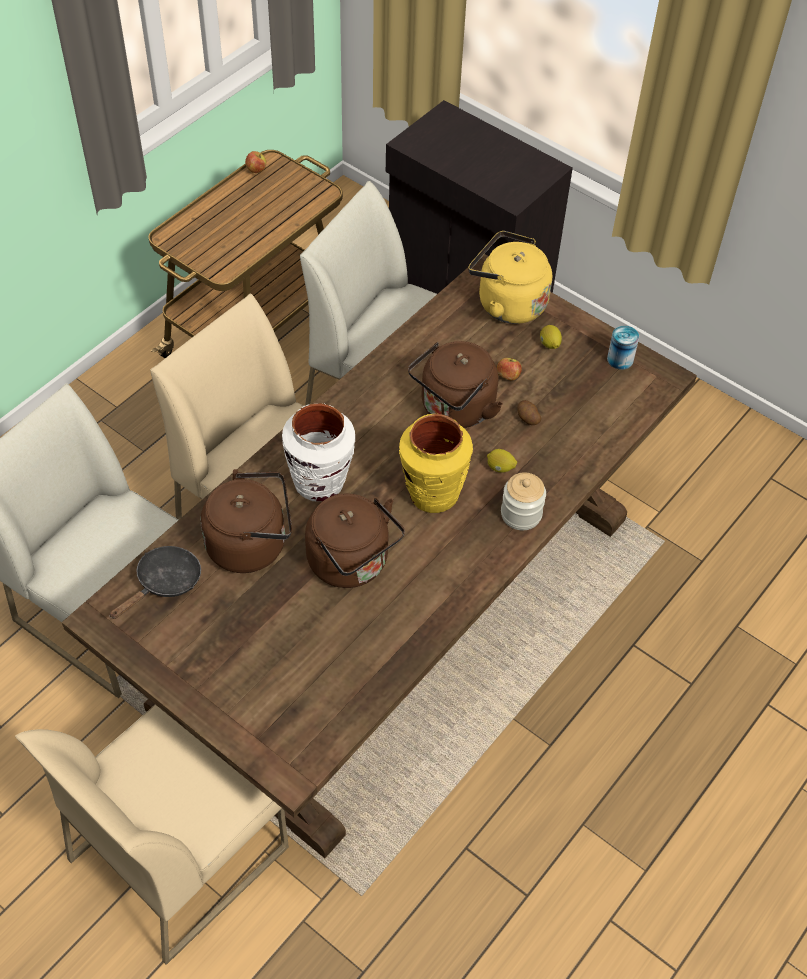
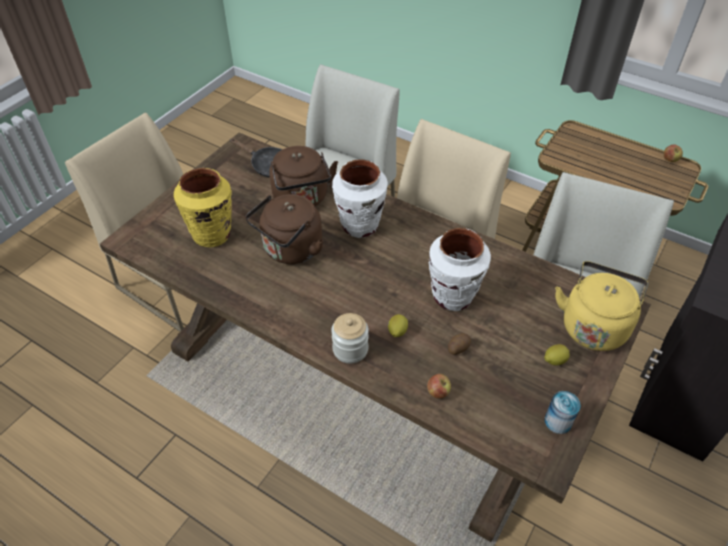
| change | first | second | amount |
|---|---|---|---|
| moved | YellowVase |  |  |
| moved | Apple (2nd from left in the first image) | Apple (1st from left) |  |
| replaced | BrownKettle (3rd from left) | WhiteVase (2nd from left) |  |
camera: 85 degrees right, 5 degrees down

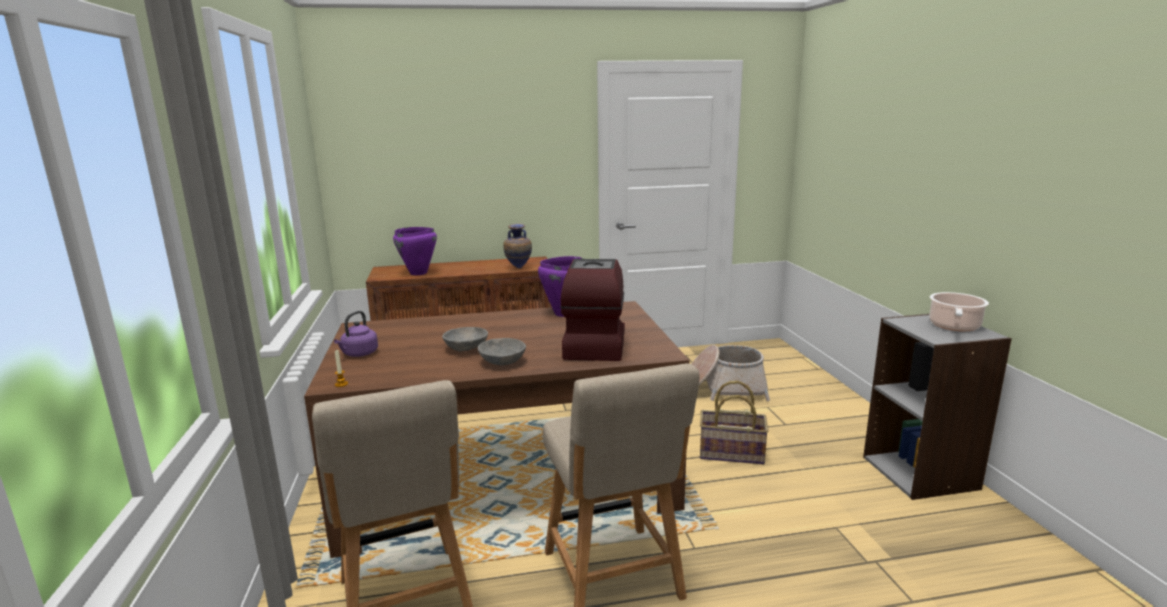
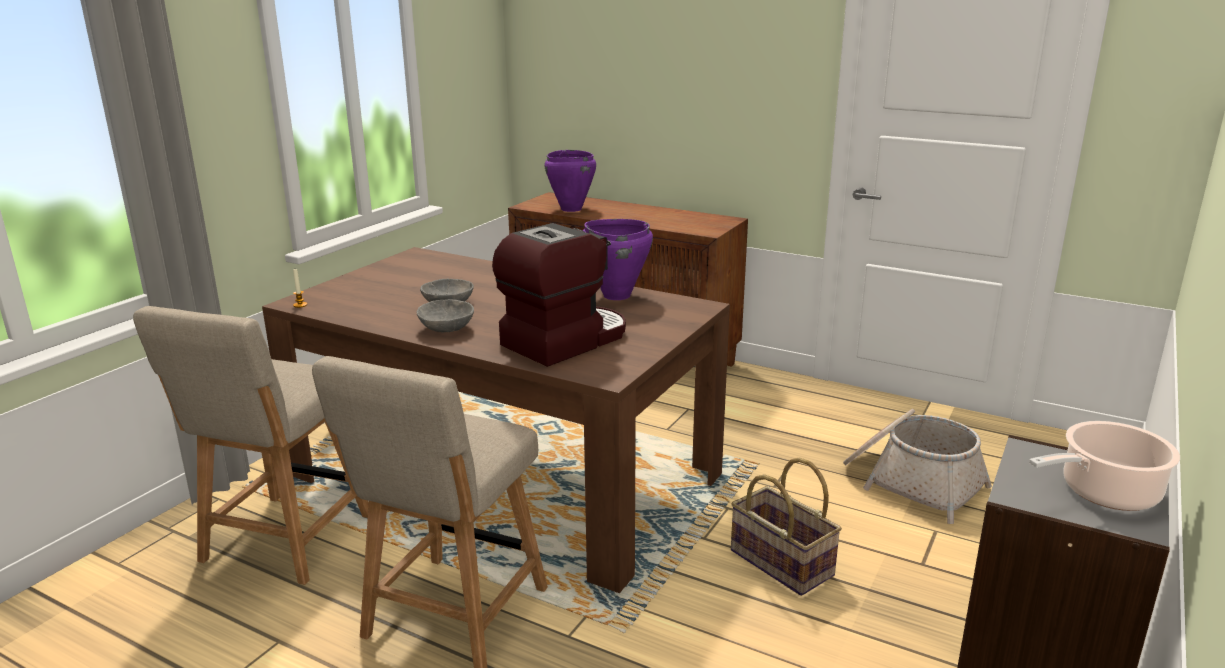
| change | first | second | amount |
|---|---|---|---|
| removed | PurpleKettle |  |  |
| removed | Vase |  |  |
camera: 40 degrees right, 5 degrees up

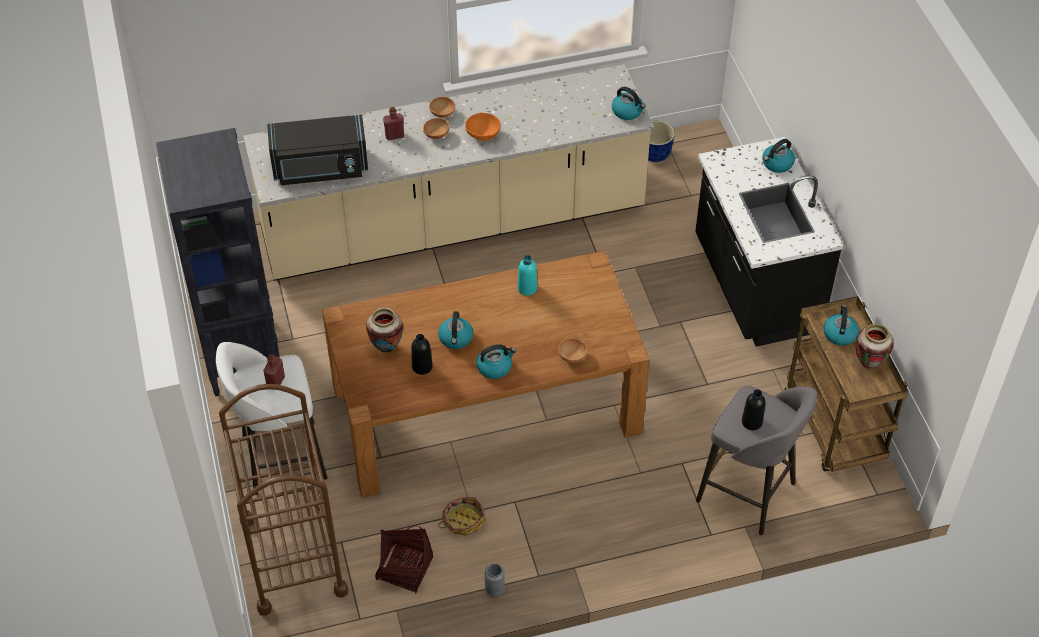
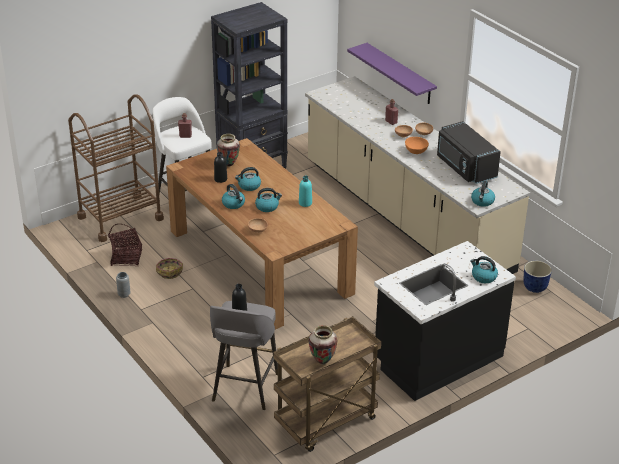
| change | first | second | amount |
|---|---|---|---|
| added |  | PurpleShelf |  |
| moved | BlackMicrowave |  |  |
| moved | Kettle (5th from left in the first image) | Kettle (3rd from left) |  |
camera: 70 degrees right, 15 degrees down

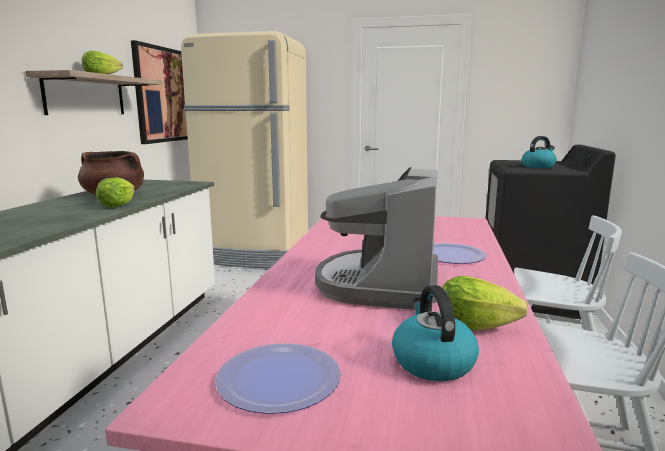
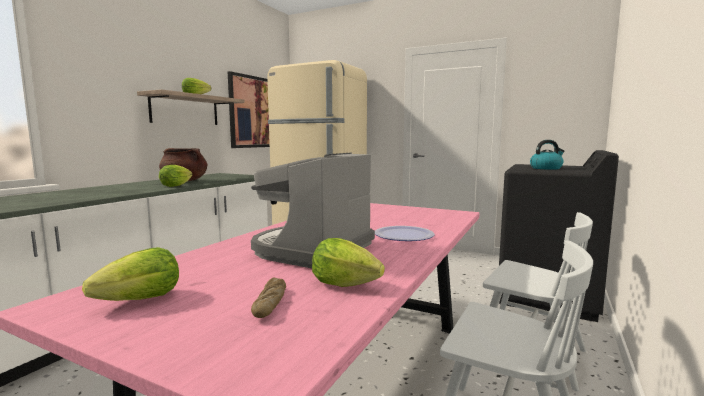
| change | first | second | amount |
|---|---|---|---|
| replaced | Plate (1st from left) | Lettuce (1st from left) |  |
| replaced | Kettle (1st from left) | Bread |  |
camera: 15 degrees right, 5 degrees down

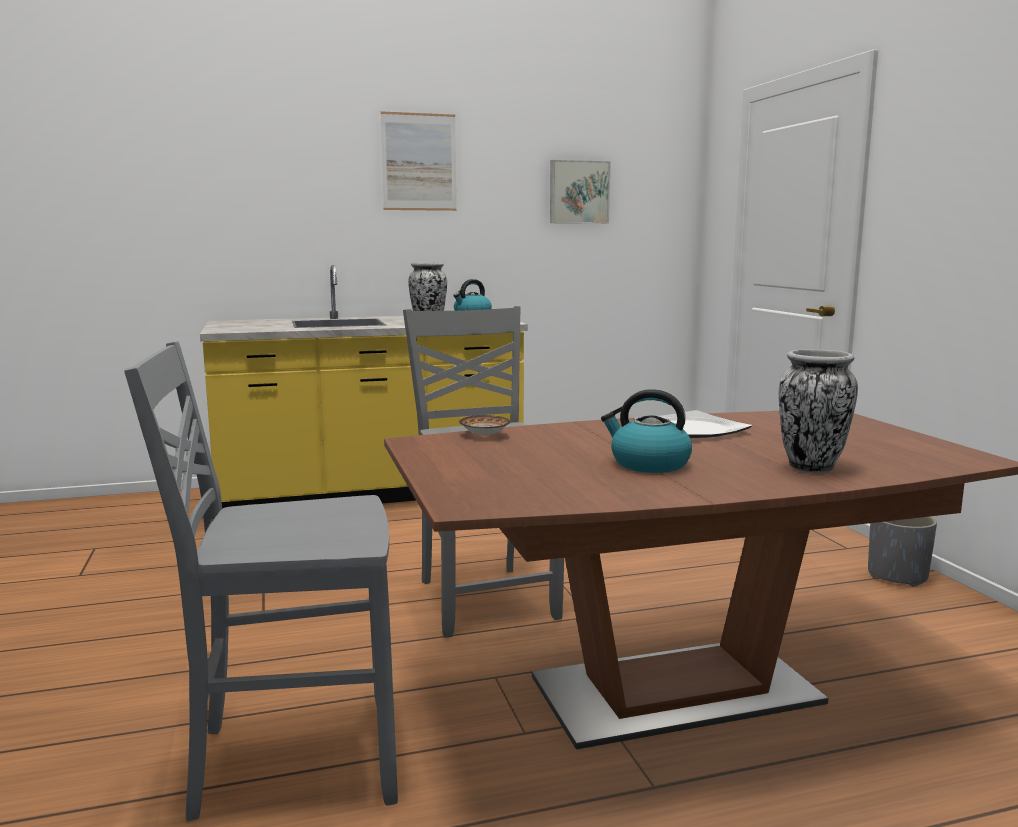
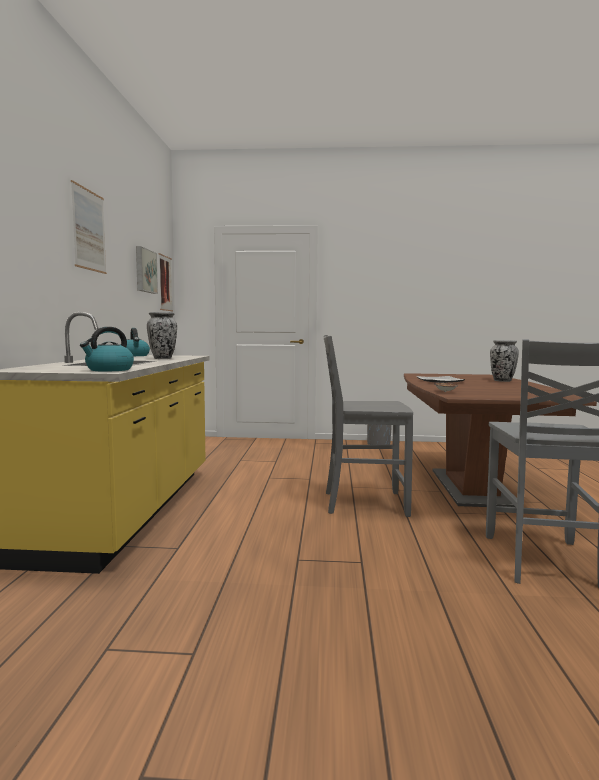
| change | first | second | amount |
|---|---|---|---|
| added |  | Picture (3rd from left) |  |
| moved | Kettle (2nd from left in the first image) | Kettle (1st from left) |  |
camera: 70 degrees left, 5 degrees down

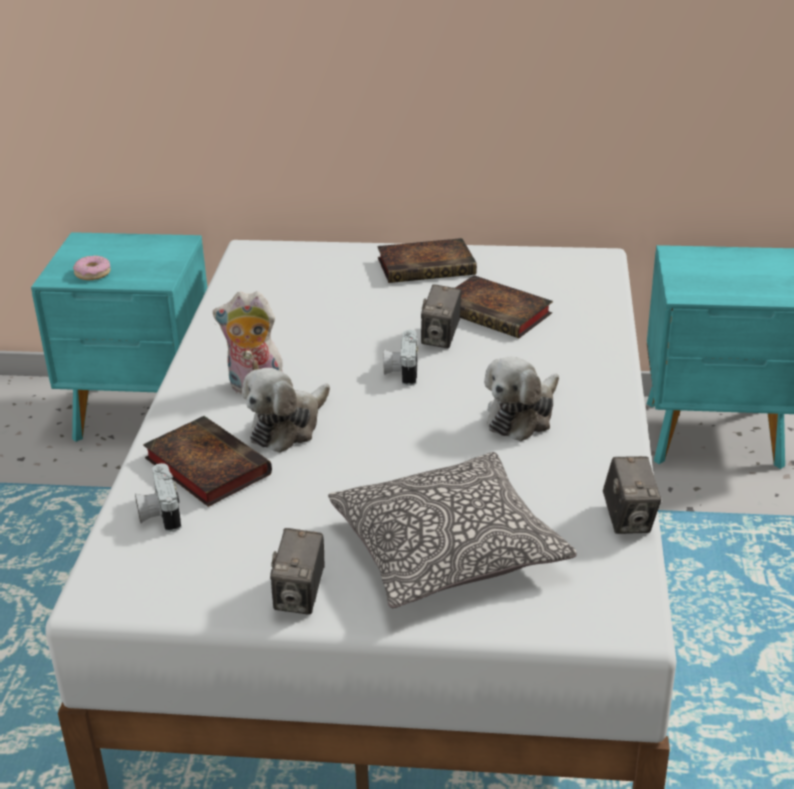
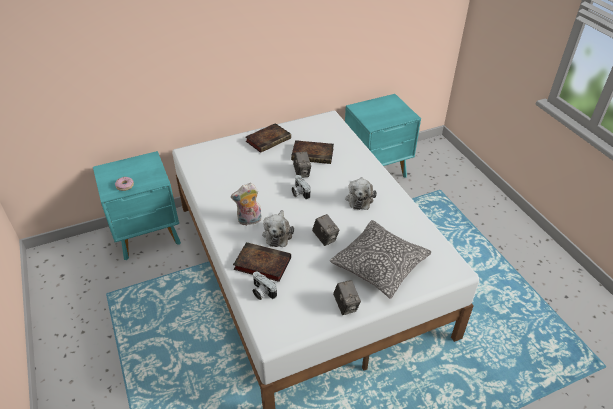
| change | first | second | amount |
|---|---|---|---|
| moved | PhotoCamera (5th from left in the first image) | PhotoCamera (4th from left) |  |
camera: 30 degrees left, 10 degrees up

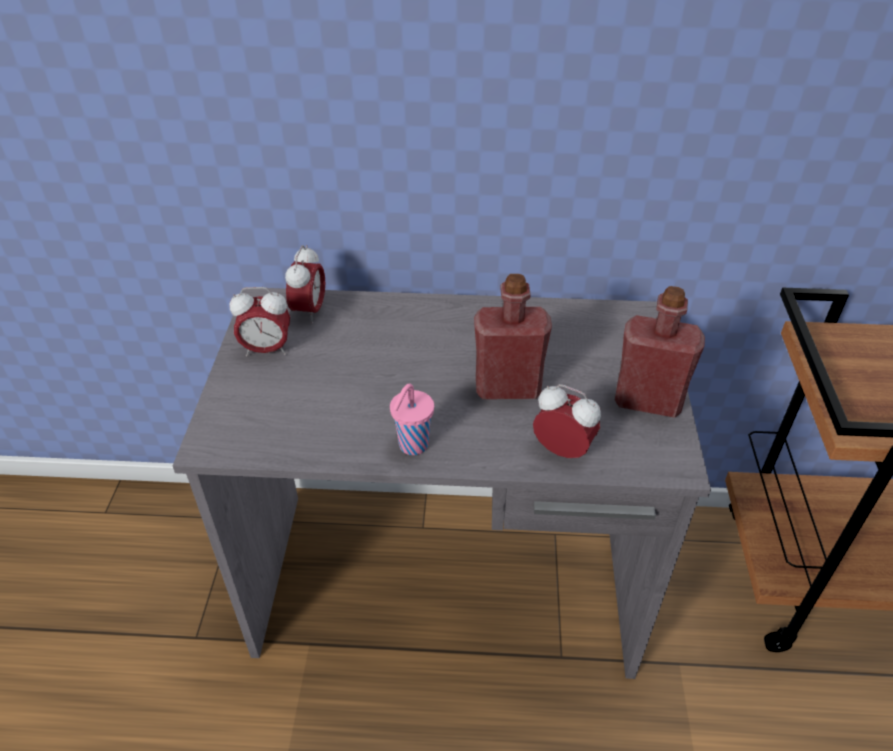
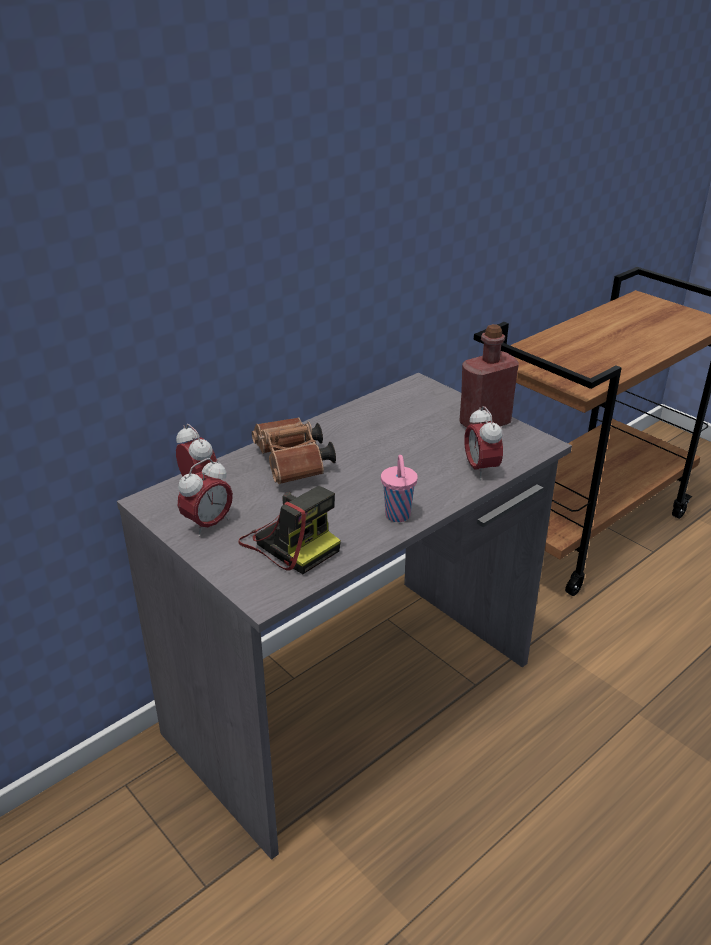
| change | first | second | amount |
|---|---|---|---|
| removed | RedBottle (1st from left) |  |  |
| added |  | PhotoCamera |  |
| added |  | BrownBinoculars |  |
| turned | AlarmClock (3rd from left) |  | 90 degrees counterclockwise |
camera: 45 degrees left, 10 degrees down

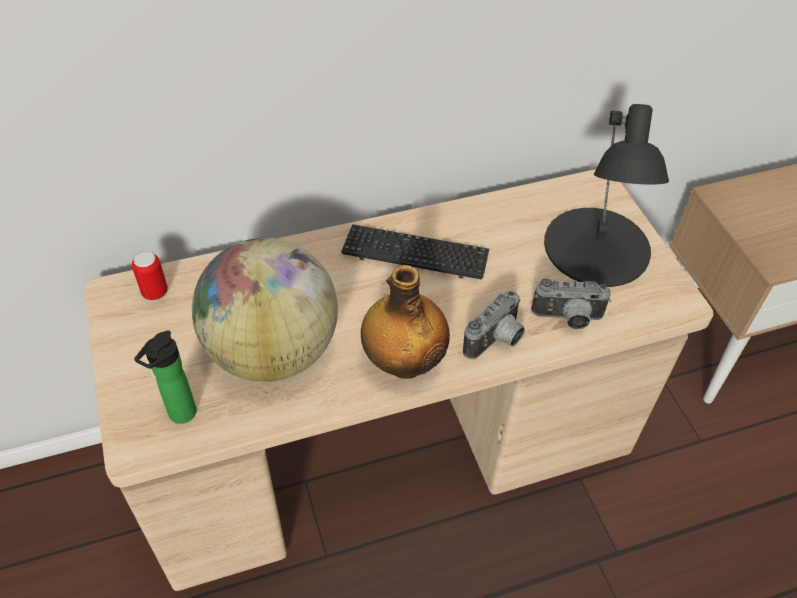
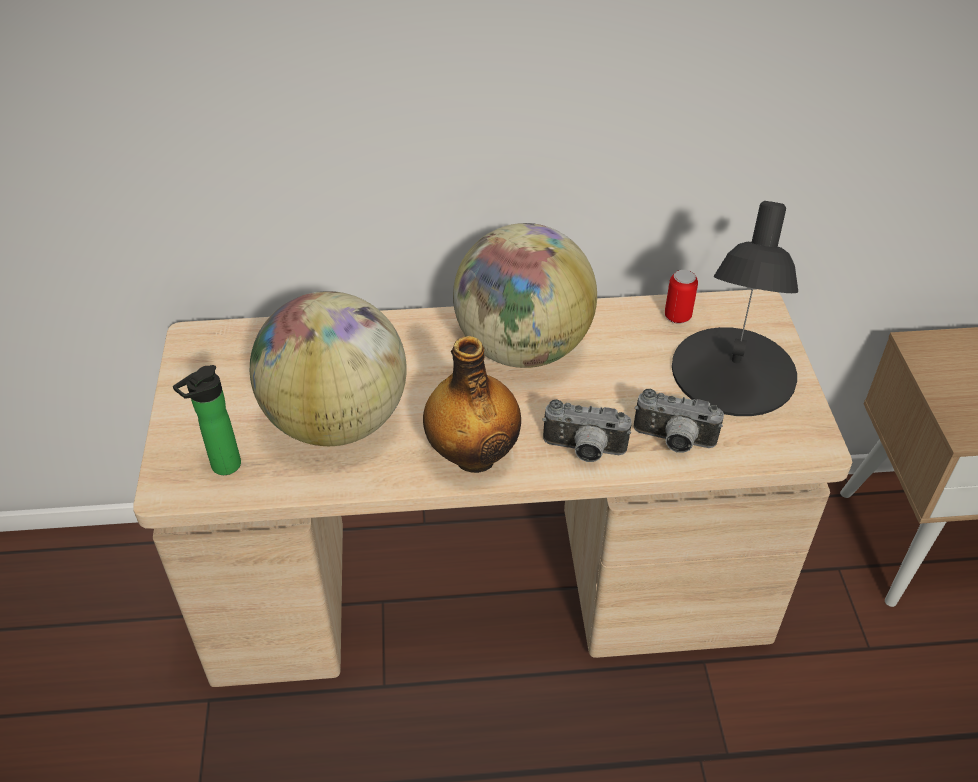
| change | first | second | amount |
|---|---|---|---|
| moved | Can |  |  |
| replaced | Keyboard | Globe (2nd from left) |  |
| turned | PhotoCamera (1st from left) |  | 45 degrees clockwise |
camera: 15 degrees right, 5 degrees down

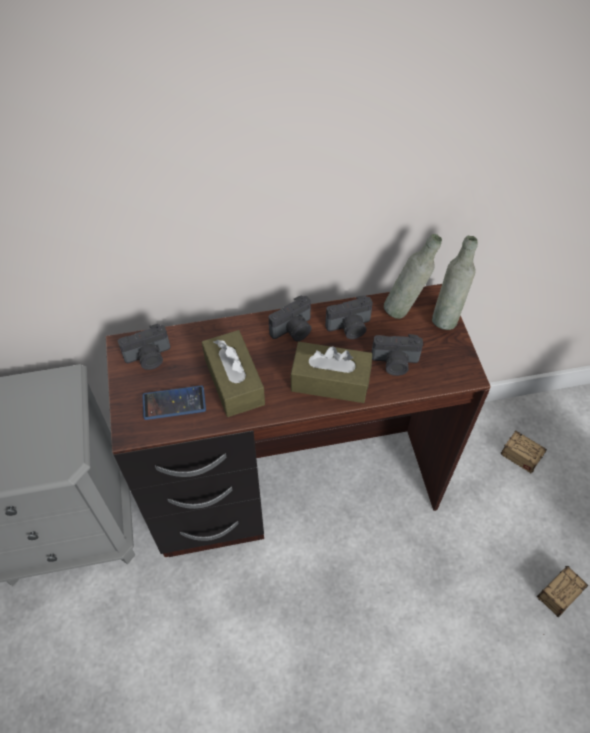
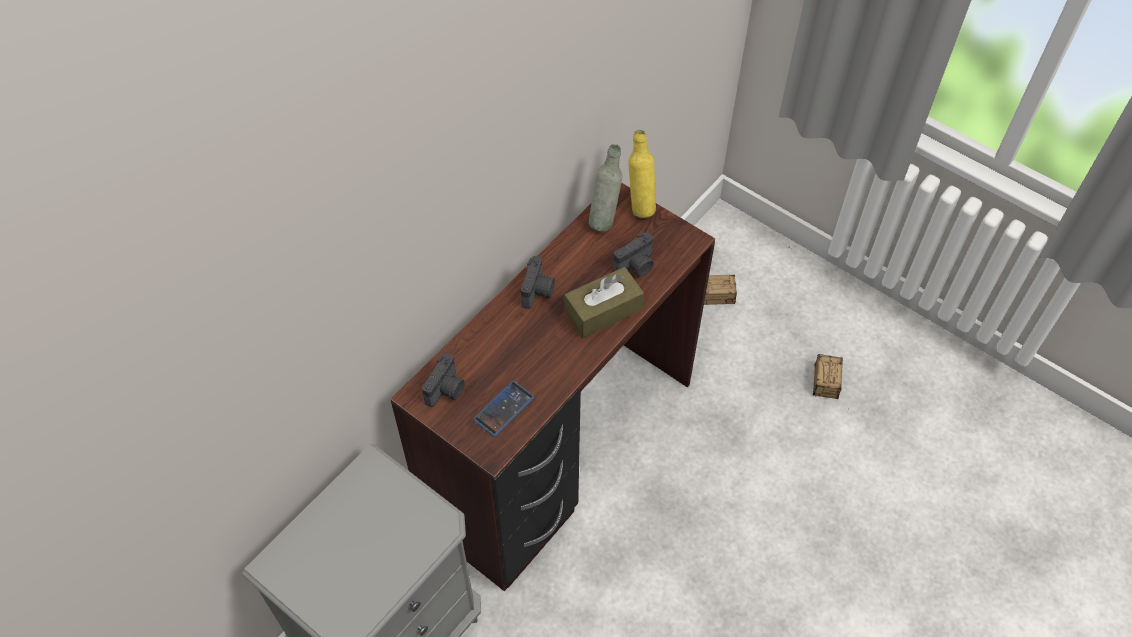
| change | first | second | amount |
|---|---|---|---|
| removed | BrownTissueBox (1st from left) |  |  |
| removed | PhotoCamera (3rd from left) |  |  |
| recoloured | GreyBottle (2nd from left) | YellowBottle |  |
camera: 40 degrees left, 0 degrees up

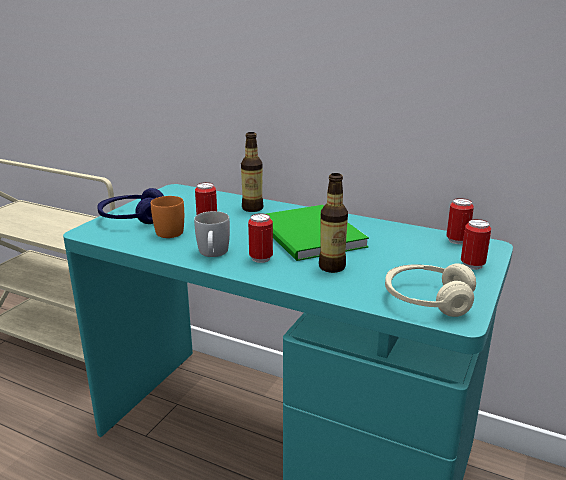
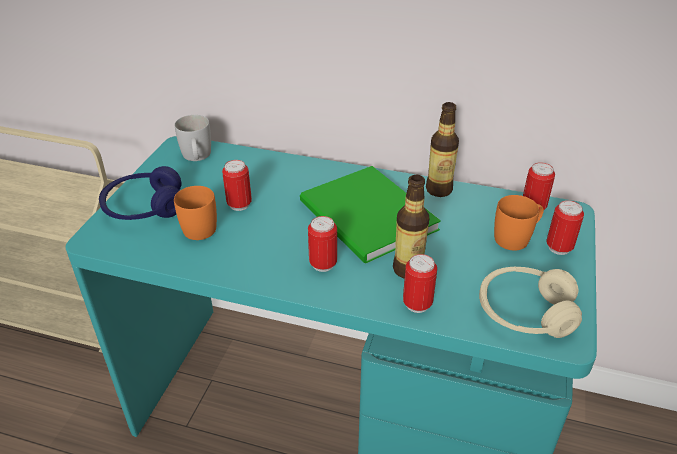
| change | first | second | amount |
|---|---|---|---|
| added |  | Can (3rd from left) |  |
| added |  | OrangeMug (2nd from left) |  |
| moved | WhiteMug |  |  |
| moved | Bottle (1st from left in the first image) | Bottle (2nd from left) |  |
camera: 10 degrees left, 15 degrees up

